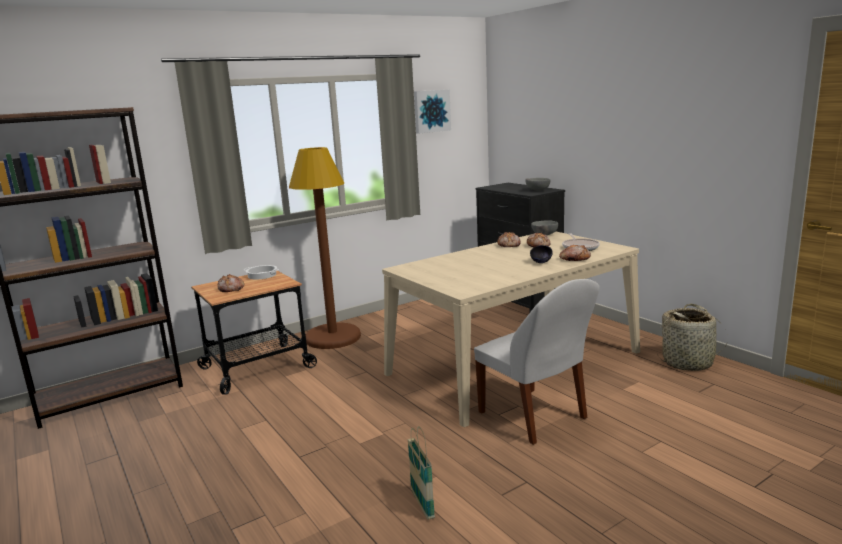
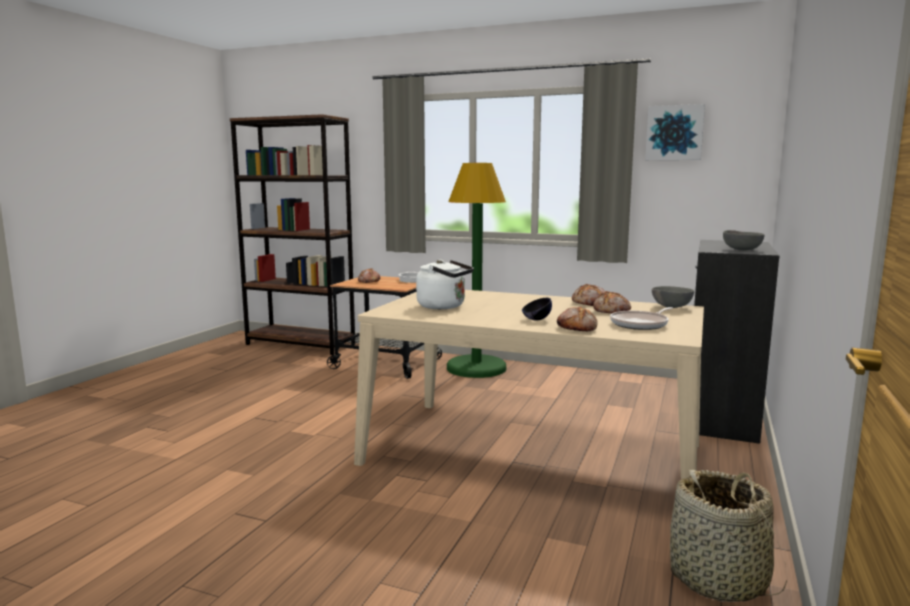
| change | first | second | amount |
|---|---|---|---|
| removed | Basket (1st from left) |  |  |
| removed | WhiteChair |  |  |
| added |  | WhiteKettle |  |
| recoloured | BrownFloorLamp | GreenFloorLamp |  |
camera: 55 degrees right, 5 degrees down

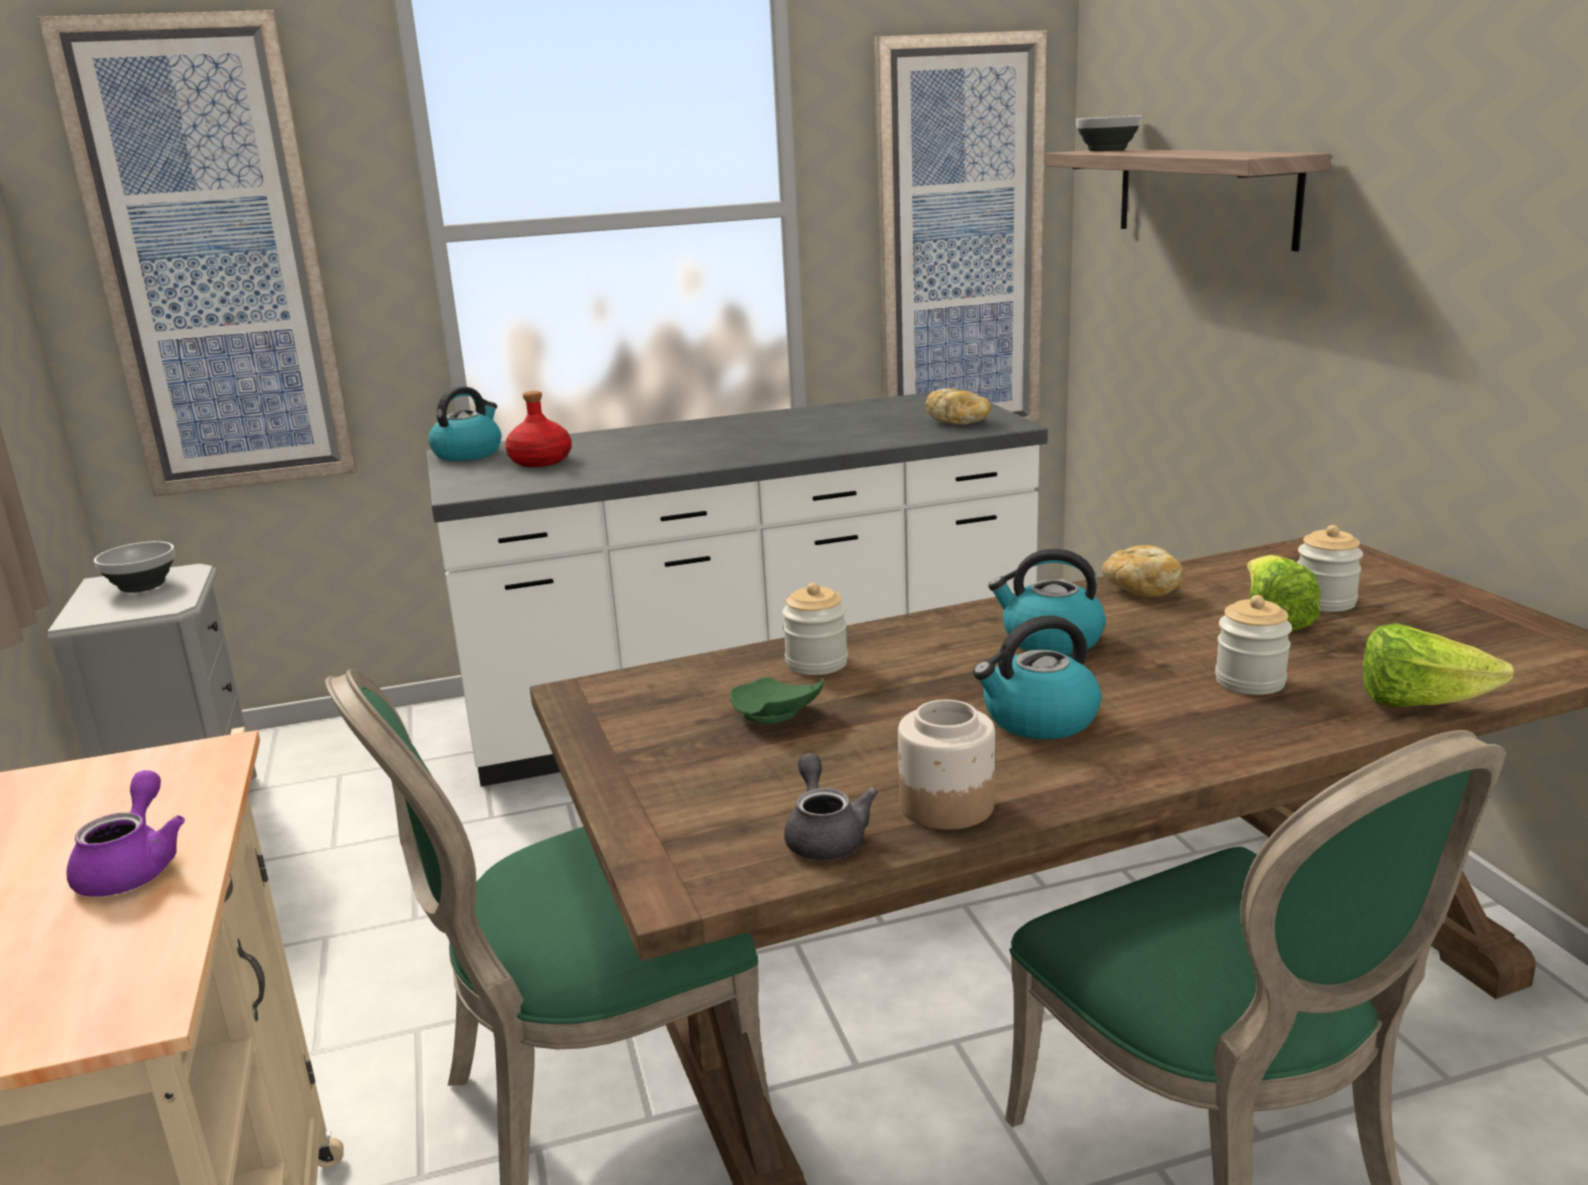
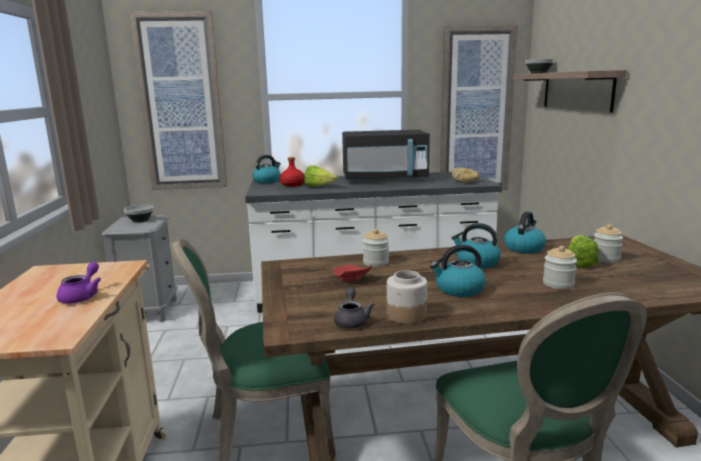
| change | first | second | amount |
|---|---|---|---|
| added |  | BlackMicrowave |  |
| moved | Lettuce (2nd from left in the first image) | Lettuce (1st from left) |  |
| replaced | Bread (2nd from left) | Kettle (4th from left) |  |
| recoloured | GreenPlate | RedPlate |  |
camera: 10 degrees right, 5 degrees down

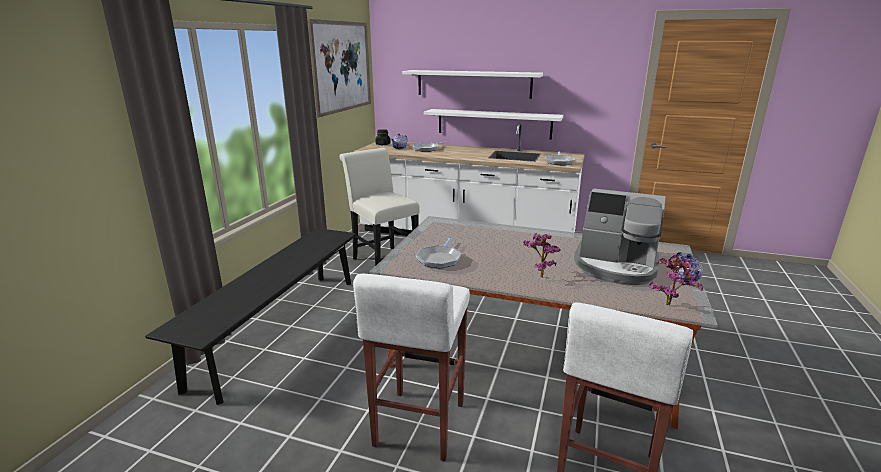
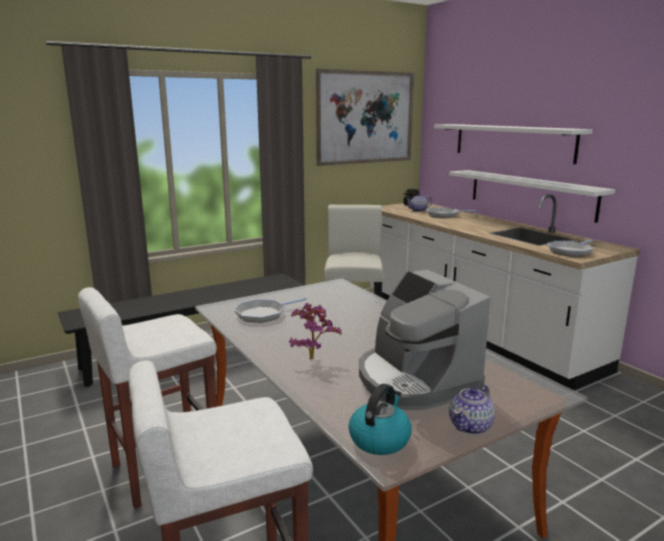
| change | first | second | amount |
|---|---|---|---|
| replaced | PottedPlant (2nd from left) | Kettle |  |
camera: 40 degrees right, 5 degrees down

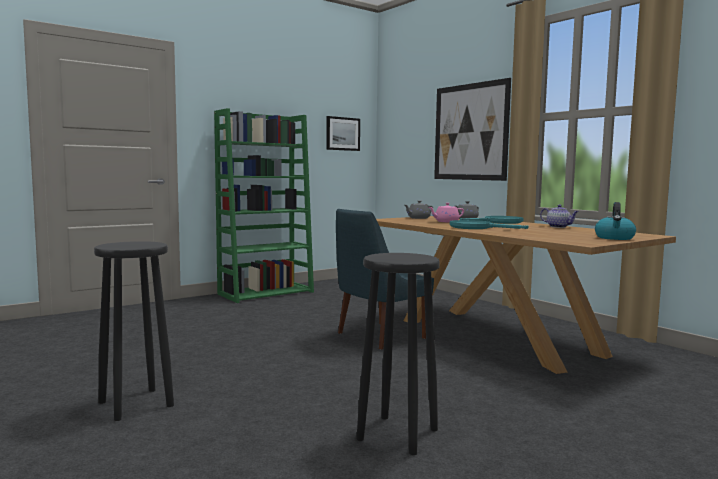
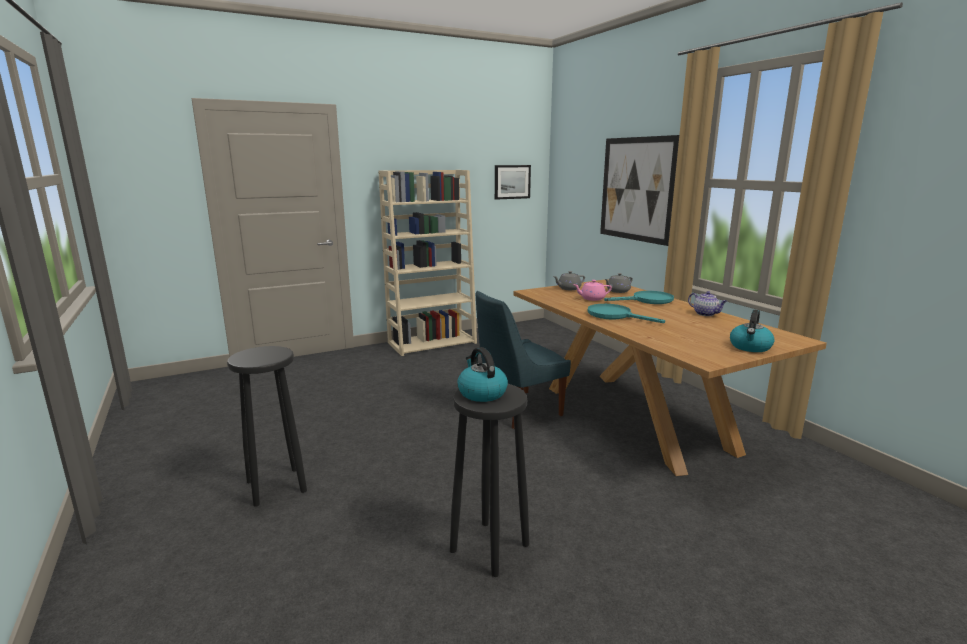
| change | first | second | amount |
|---|---|---|---|
| added |  | Kettle (1st from left) |  |
| recoloured | GreenBookcase | BeigeBookcase |  |
camera: 10 degrees right, 10 degrees up

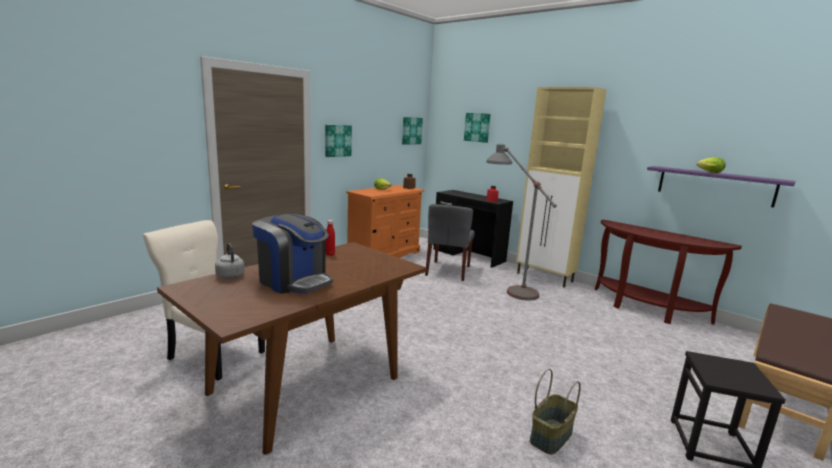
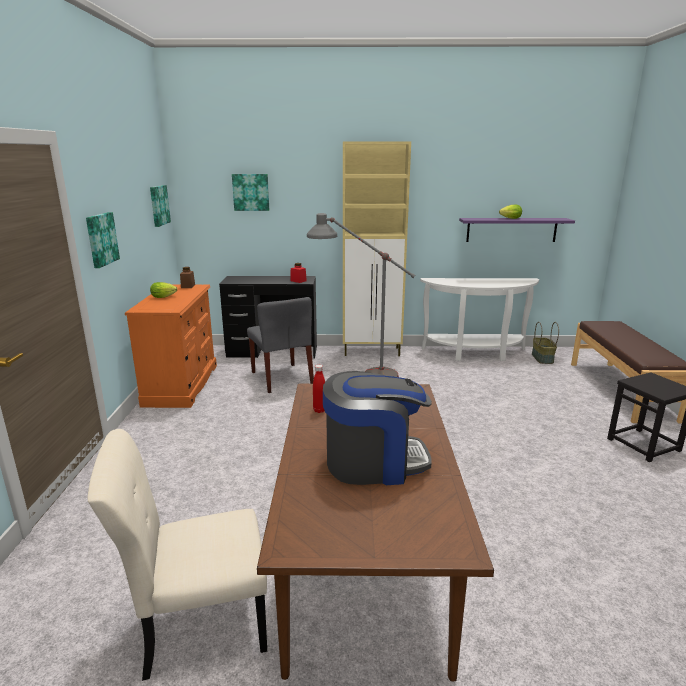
| change | first | second | amount |
|---|---|---|---|
| removed | GreyKettle |  |  |
| moved | Basket |  |  |
| recoloured | BrownConsoleTable | WhiteConsoleTable |  |
camera: 40 degrees left, 5 degrees up

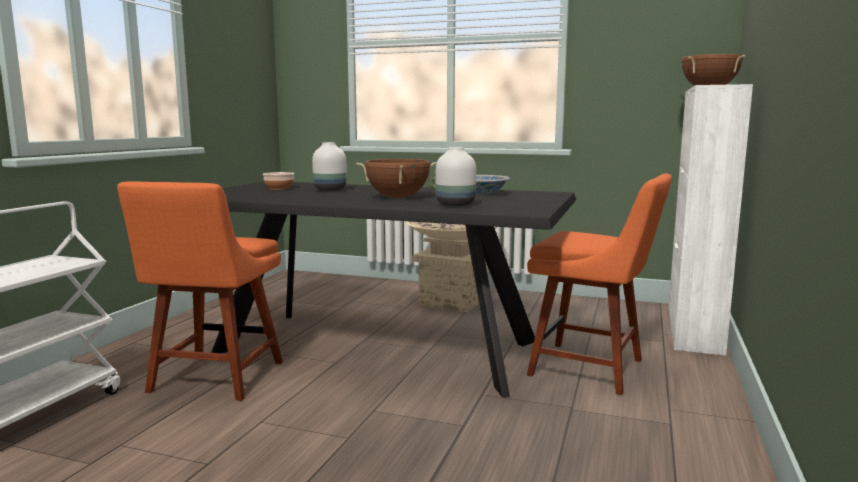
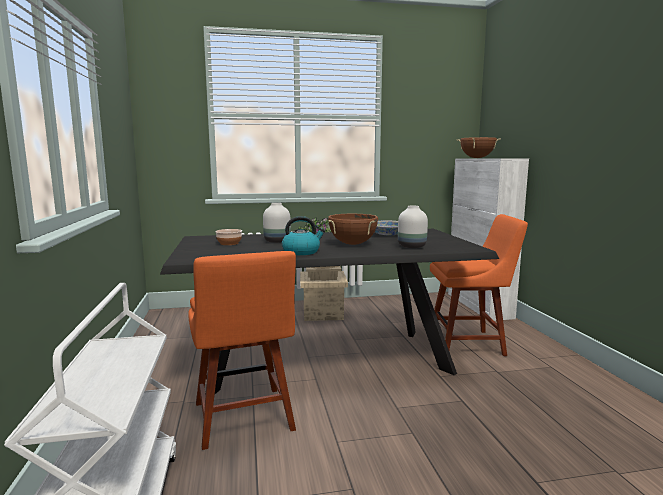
| change | first | second | amount |
|---|---|---|---|
| added |  | Kettle |  |
camera: 30 degrees left, 0 degrees up

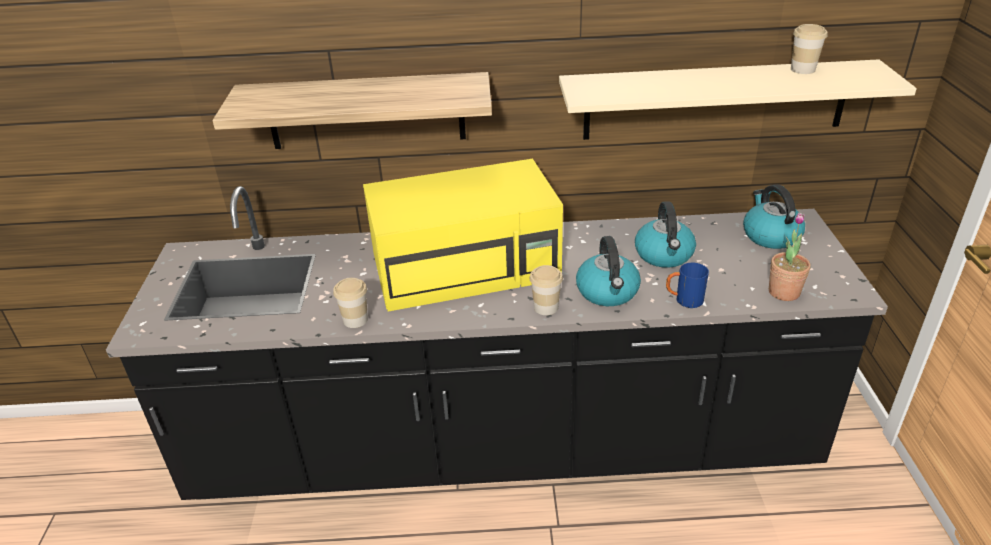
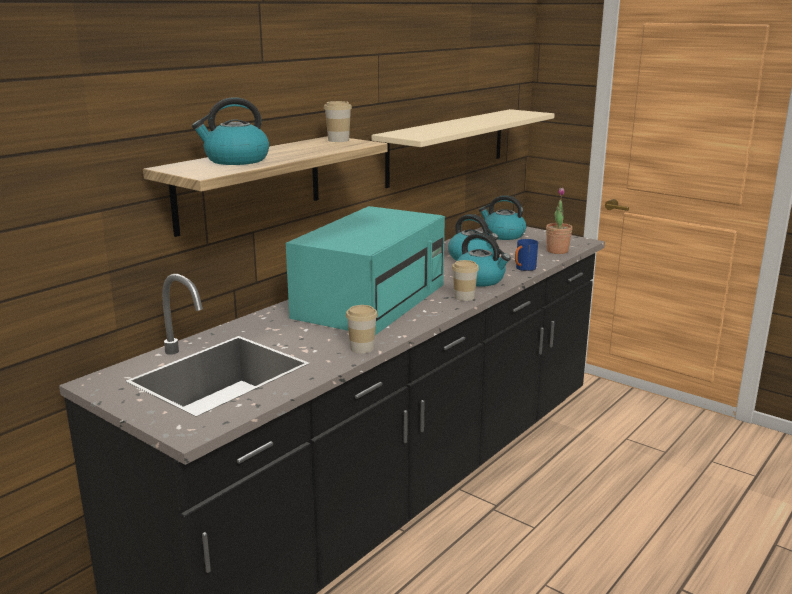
| change | first | second | amount |
|---|---|---|---|
| added |  | Kettle (1st from left) |  |
| moved | Cup (3rd from left in the first image) | Cup (1st from left) |  |
| recoloured | YellowMicrowave | TurquoiseMicrowave |  |
camera: 50 degrees left, 15 degrees down

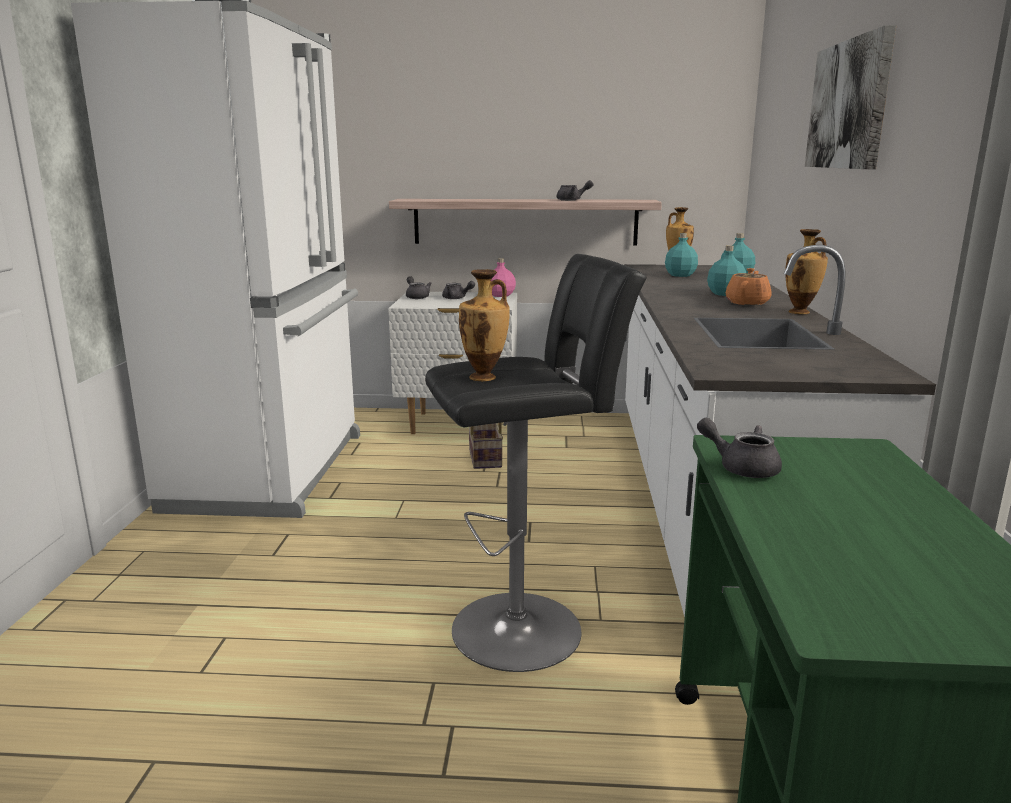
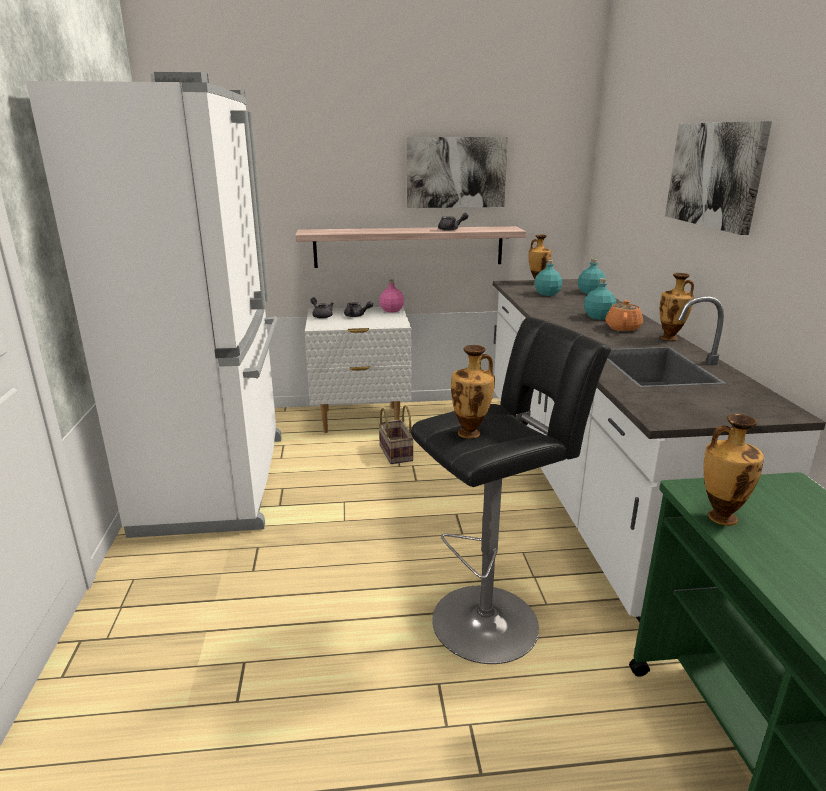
| change | first | second | amount |
|---|---|---|---|
| added |  | Picture (1st from left) |  |
| replaced | GreyTeapot (4th from left) | Vase (4th from left) |  |
camera: 10 degrees left, 5 degrees up

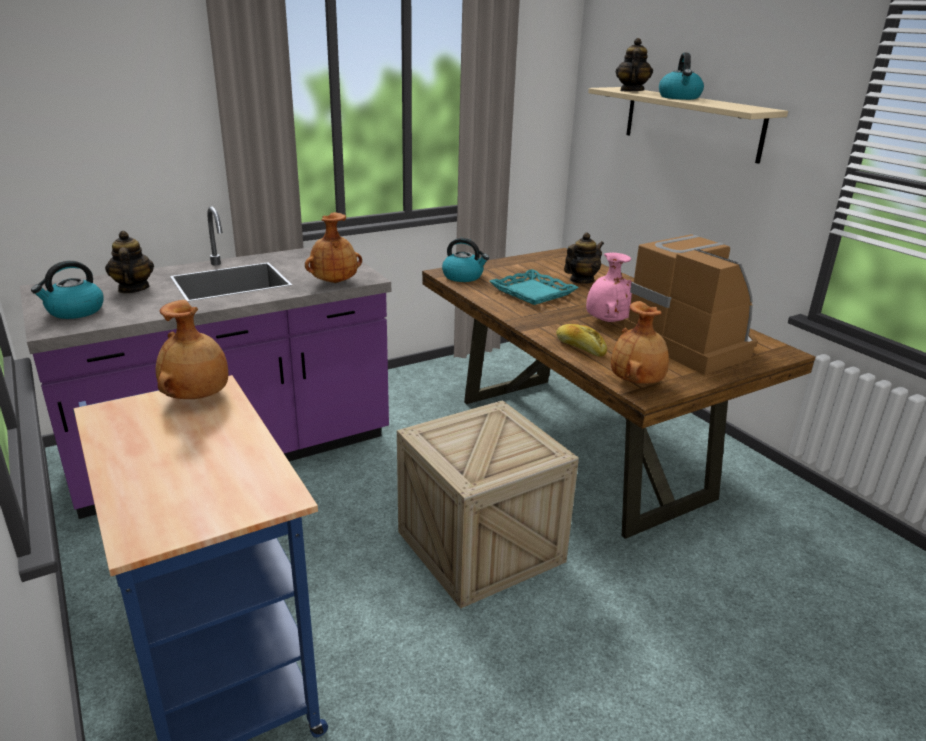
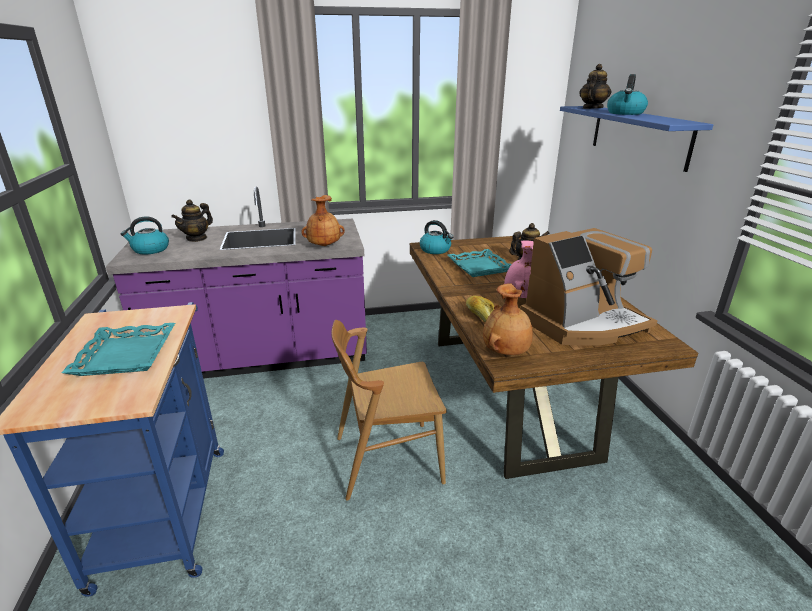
| change | first | second | amount |
|---|---|---|---|
| removed | BrownVase (1st from left) |  |  |
| added |  | TurquoiseTray (1st from left) |  |
| replaced | Crate | BrownChair |  |
| recoloured | BeigeShelf | BlueShelf |  |
| turned | Teapot (1st from left) |  | 150 degrees counterclockwise |
| turned | CoffeeMachine |  | 75 degrees clockwise |
camera: 20 degrees right, 0 degrees up

